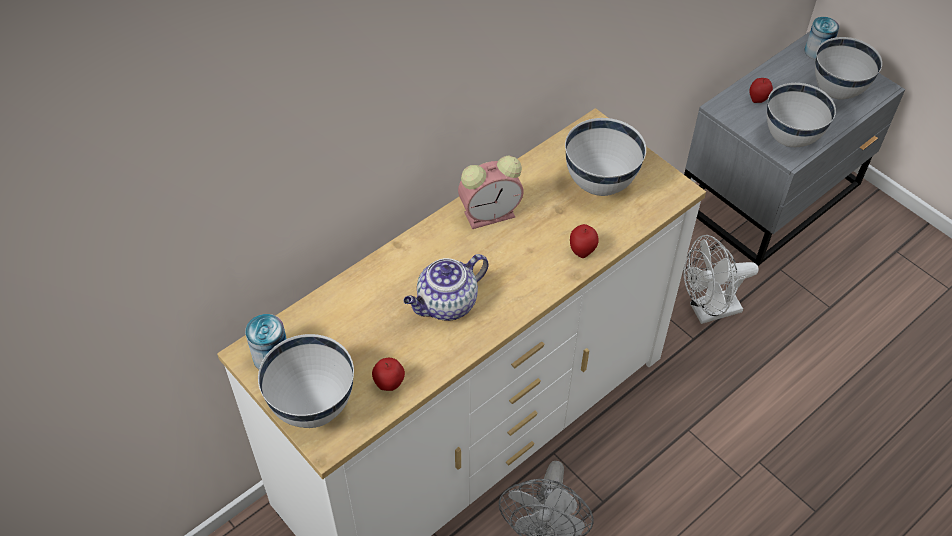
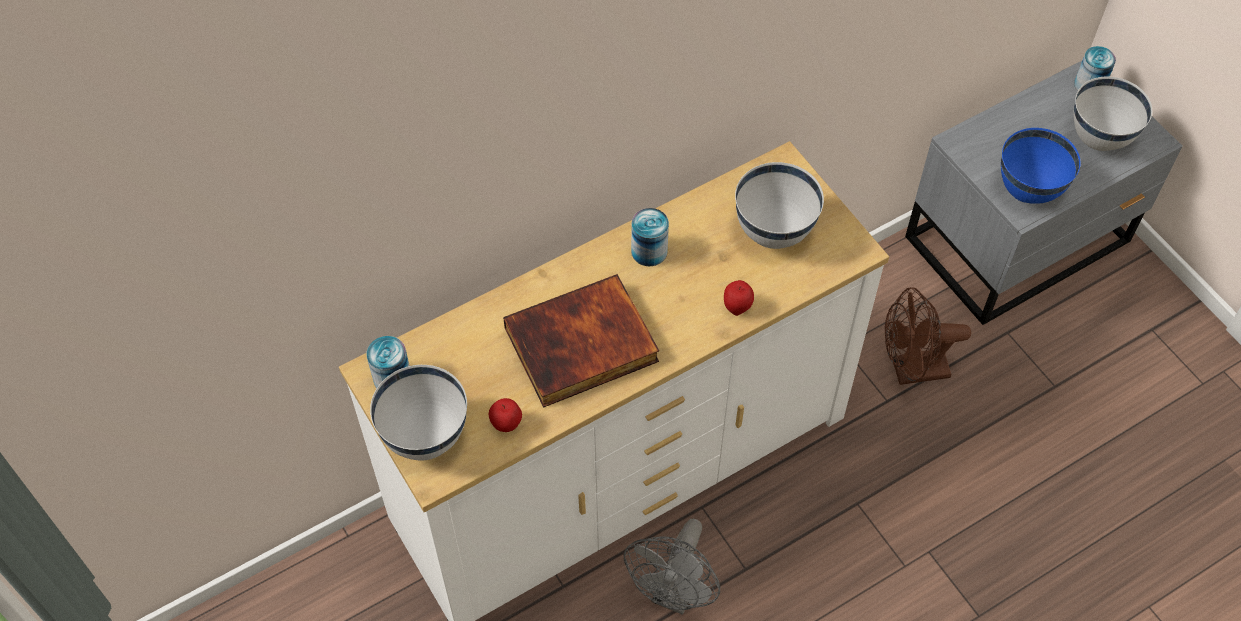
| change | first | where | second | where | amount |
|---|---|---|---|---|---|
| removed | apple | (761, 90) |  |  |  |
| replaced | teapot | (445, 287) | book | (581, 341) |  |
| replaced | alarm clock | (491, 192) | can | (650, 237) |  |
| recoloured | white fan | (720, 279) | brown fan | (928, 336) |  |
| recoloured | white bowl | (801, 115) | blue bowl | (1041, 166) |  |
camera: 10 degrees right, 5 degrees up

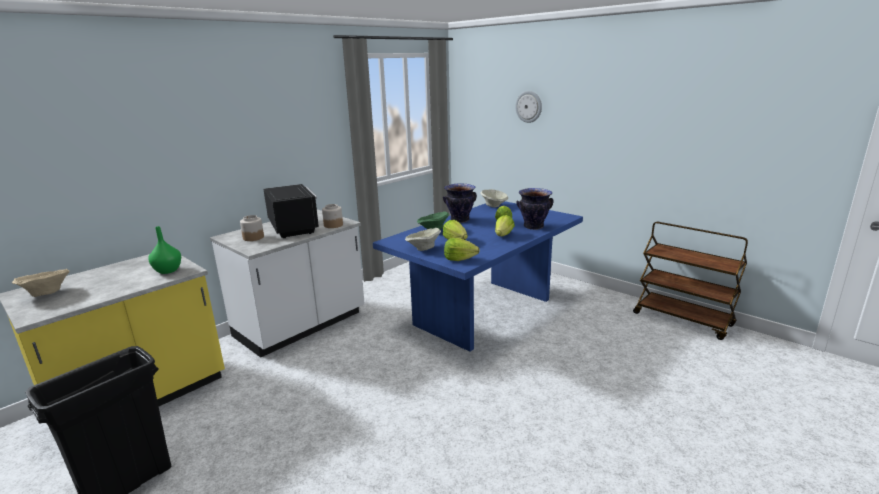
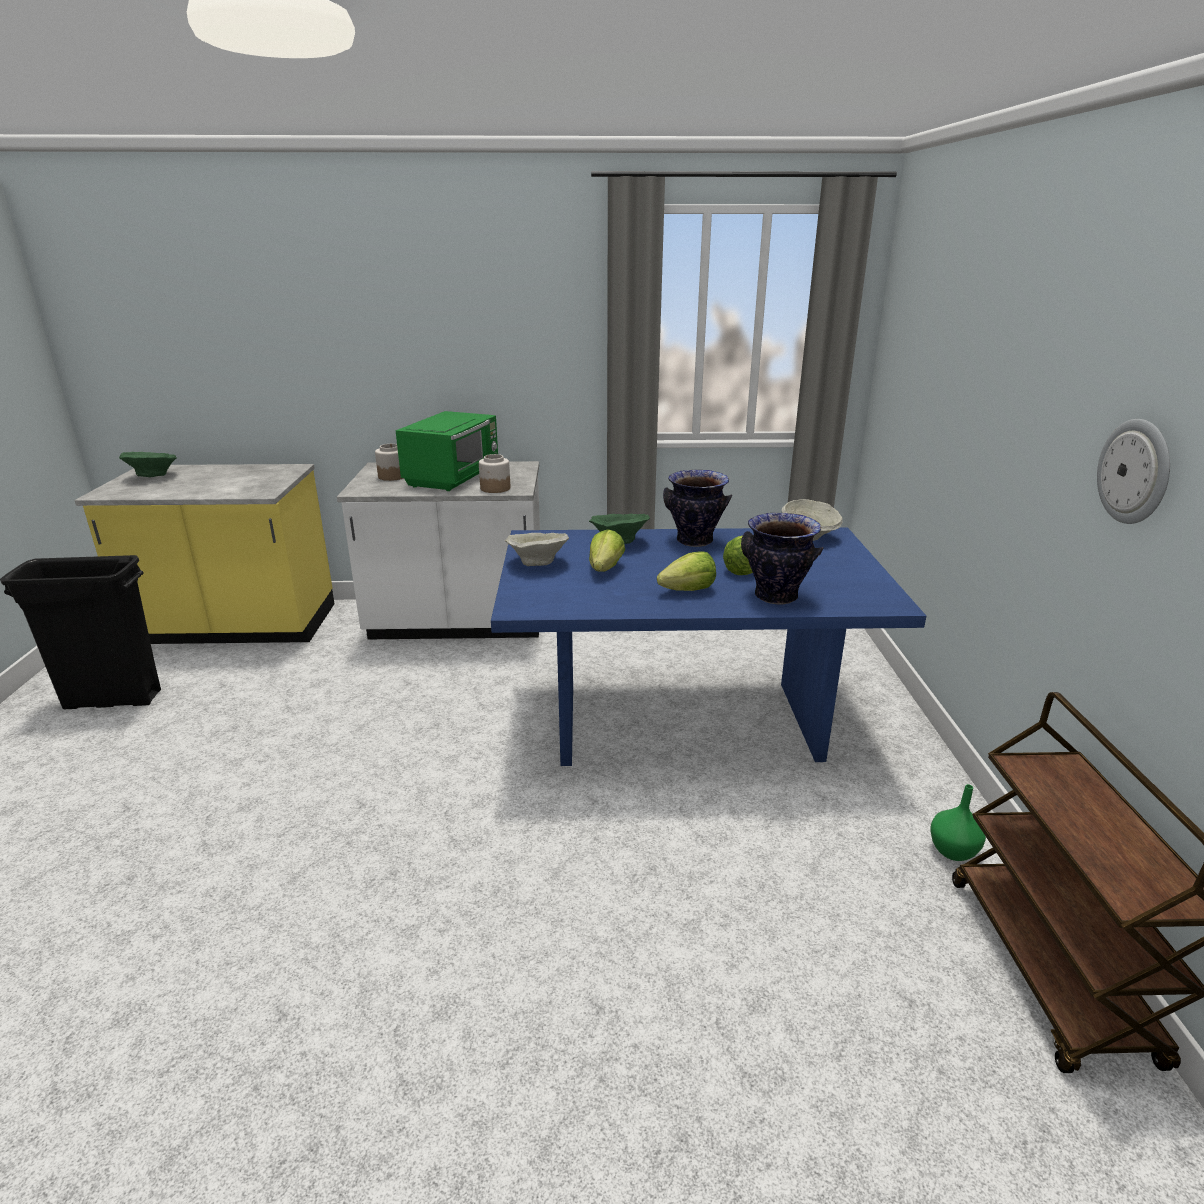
| change | first | where | second | where | amount |
|---|---|---|---|---|---|
| removed | lettuce | (462, 249) |  |  |  |
| moved | green vase | (165, 250) |  | (958, 822) |  |
| moved | wall clock | (528, 107) |  | (1133, 471) |  |
| recoloured | beige bowl | (41, 283) | green bowl | (148, 464) |  |
| recoloured | black microwave | (291, 211) | green microwave | (446, 451) |  |
camera: 45 degrees right, 5 degrees up

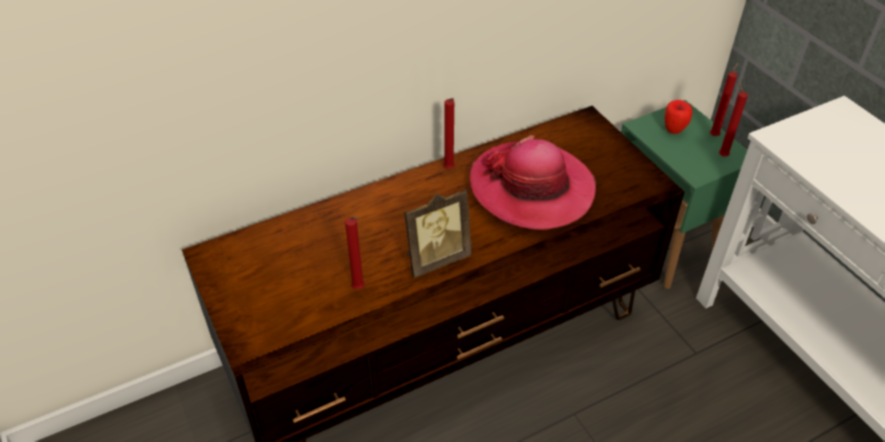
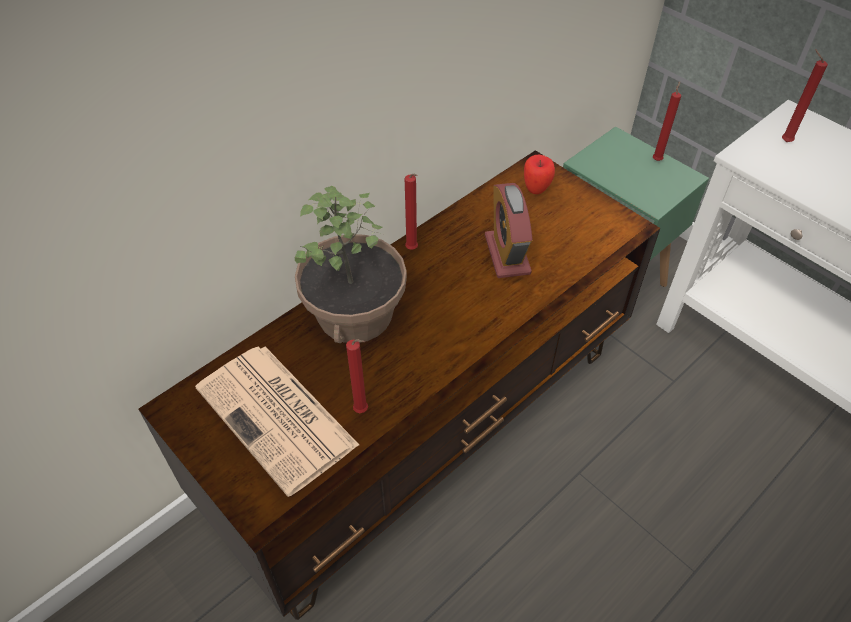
| change | first | where | second | where | amount |
|---|---|---|---|---|---|
| removed | picture frame | (438, 233) |  |  |  |
| added |  |  | newspaper | (277, 421) |  |
| added |  |  | potted plant | (351, 264) |  |
| moved | apple | (678, 117) |  | (539, 174) |  |
| moved | red candle | (733, 119) |  | (805, 95) |  |
| replaced | hat | (533, 182) | alarm clock | (509, 230) |  |
camera: 15 degrees left, 5 degrees up

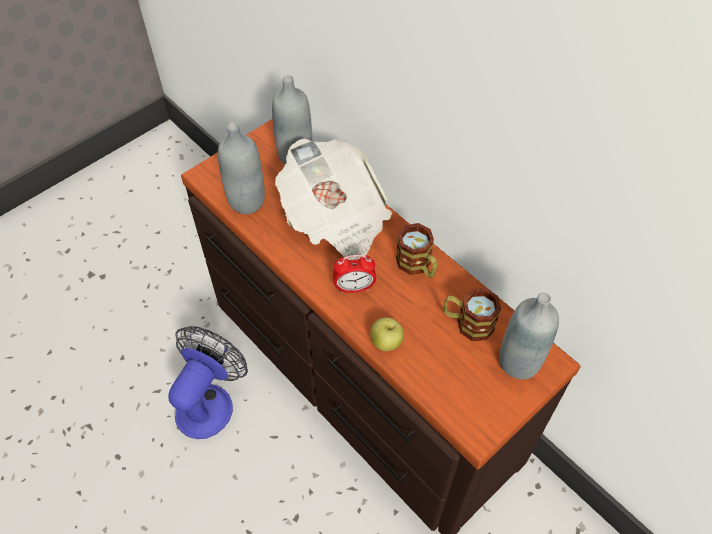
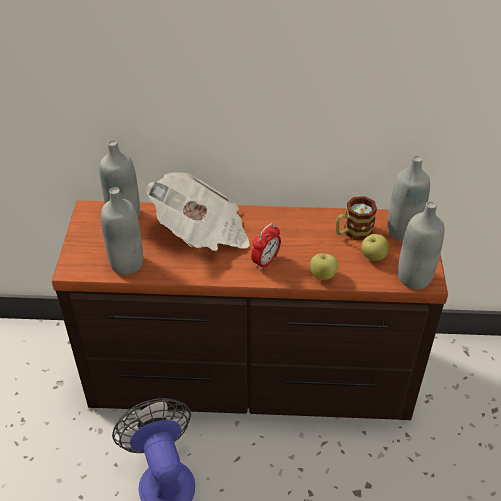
| change | first | where | second | where | amount |
|---|---|---|---|---|---|
| removed | mug | (417, 250) |  |  |  |
| added |  |  | apple | (375, 247) |  |
| added |  |  | grey bottle | (421, 245) |  |
camera: 45 degrees left, 10 degrees down

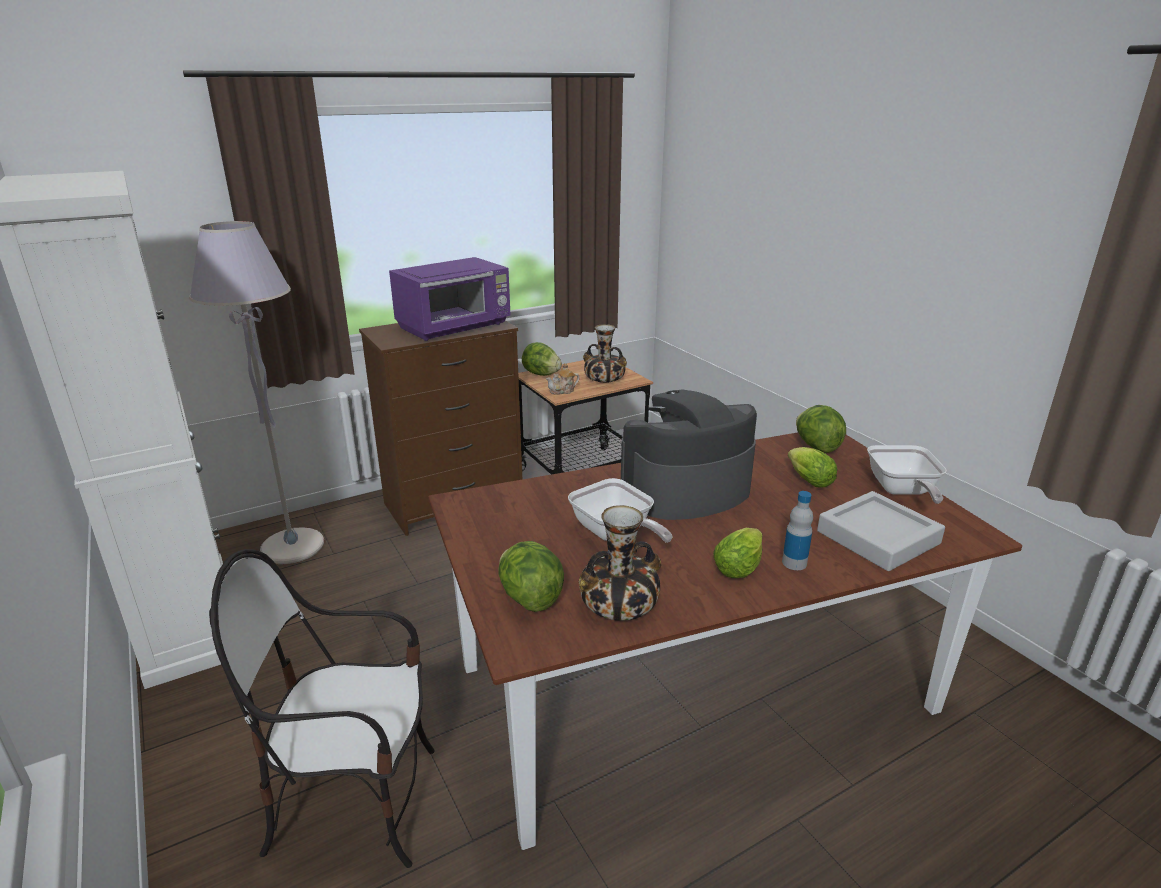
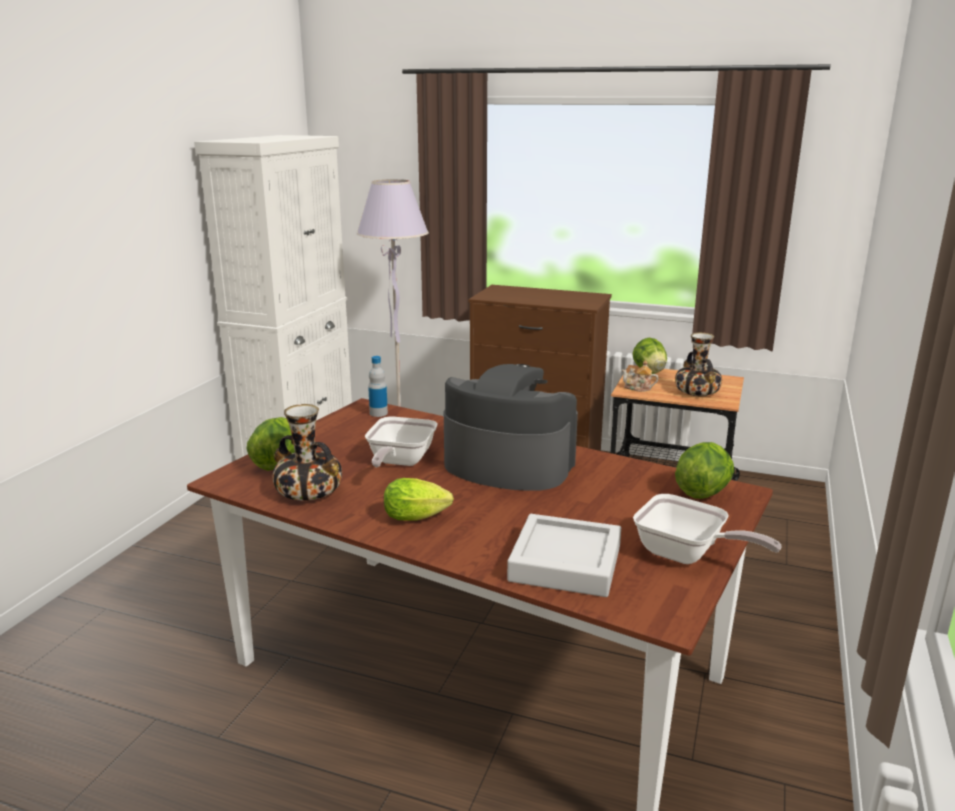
| change | first | where | second | where | amount |
|---|---|---|---|---|---|
| removed | chair | (322, 708) |  |  |  |
| removed | purple microwave | (449, 299) |  |  |  |
| removed | lettuce | (812, 467) |  |  |  |
| moved | bottle | (797, 530) |  | (378, 386) |  |
| turned | frying pan | (907, 474) |  | (707, 529) | 105 degrees counterclockwise |
camera: 50 degrees right, 5 degrees down

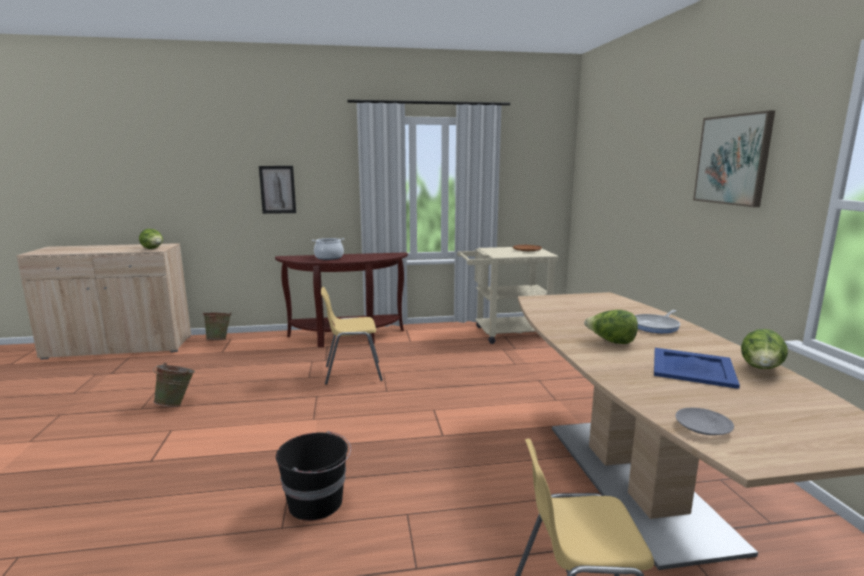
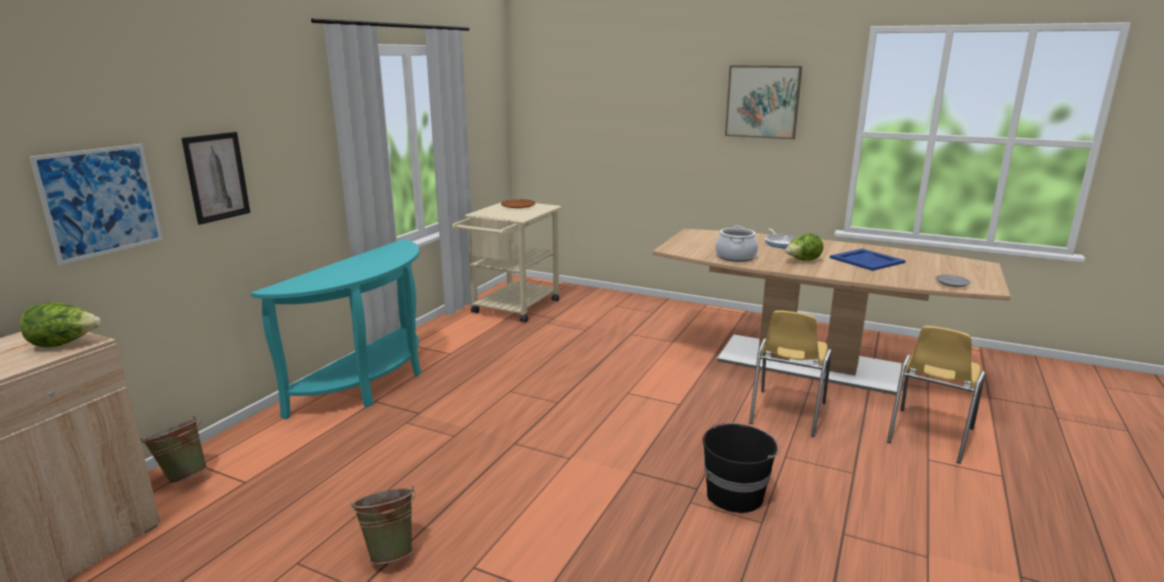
| change | first | where | second | where | amount |
|---|---|---|---|---|---|
| removed | lettuce | (764, 349) |  |  |  |
| added |  |  | picture | (96, 204) |  |
| moved | cooking pot | (328, 249) |  | (736, 244) |  |
| moved | yellow chair | (352, 336) |  | (790, 373) |  |
| recoloured | brown console table | (341, 299) | turquoise console table | (336, 329) |  |
camera: 55 degrees left, 5 degrees up

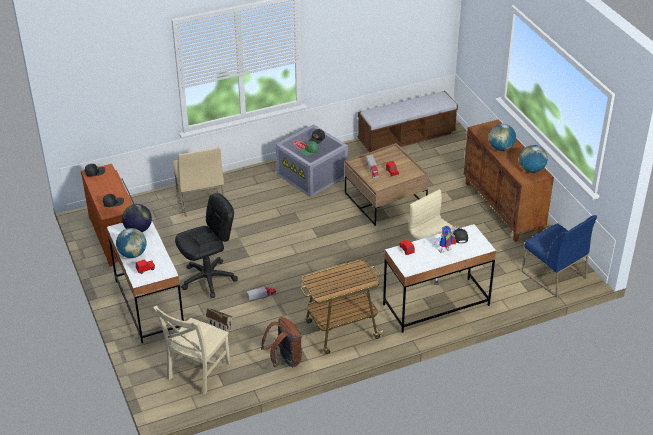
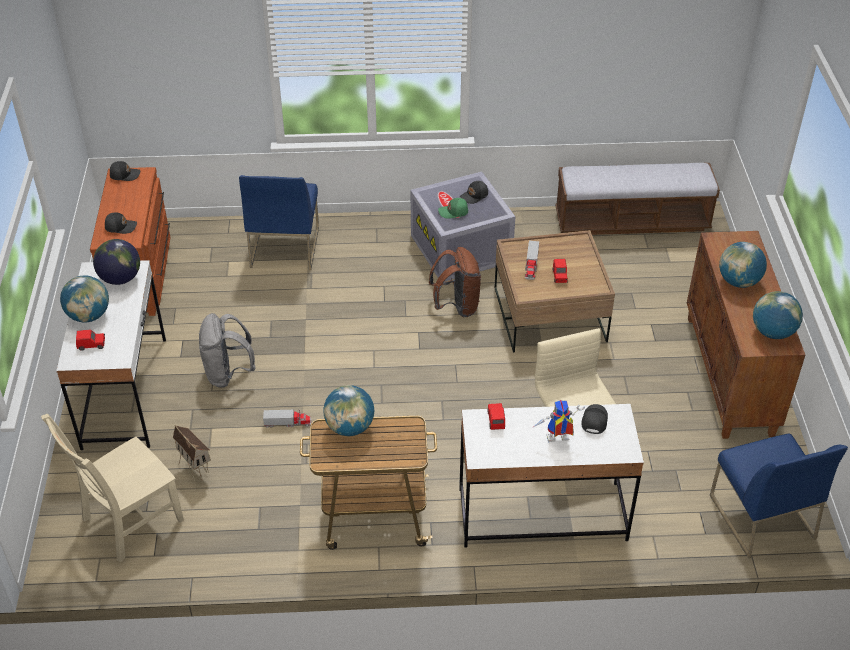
| change | first | where | second | where | amount |
|---|---|---|---|---|---|
| added |  |  | globe | (348, 410) |  |
| moved | brown backpack | (281, 342) |  | (455, 282) |  |
| replaced | black office chair | (206, 245) | grey backpack | (227, 350) |  |
| recoloured | beige chair | (198, 182) | blue chair | (279, 222) |  |
camera: 20 degrees right, 5 degrees up

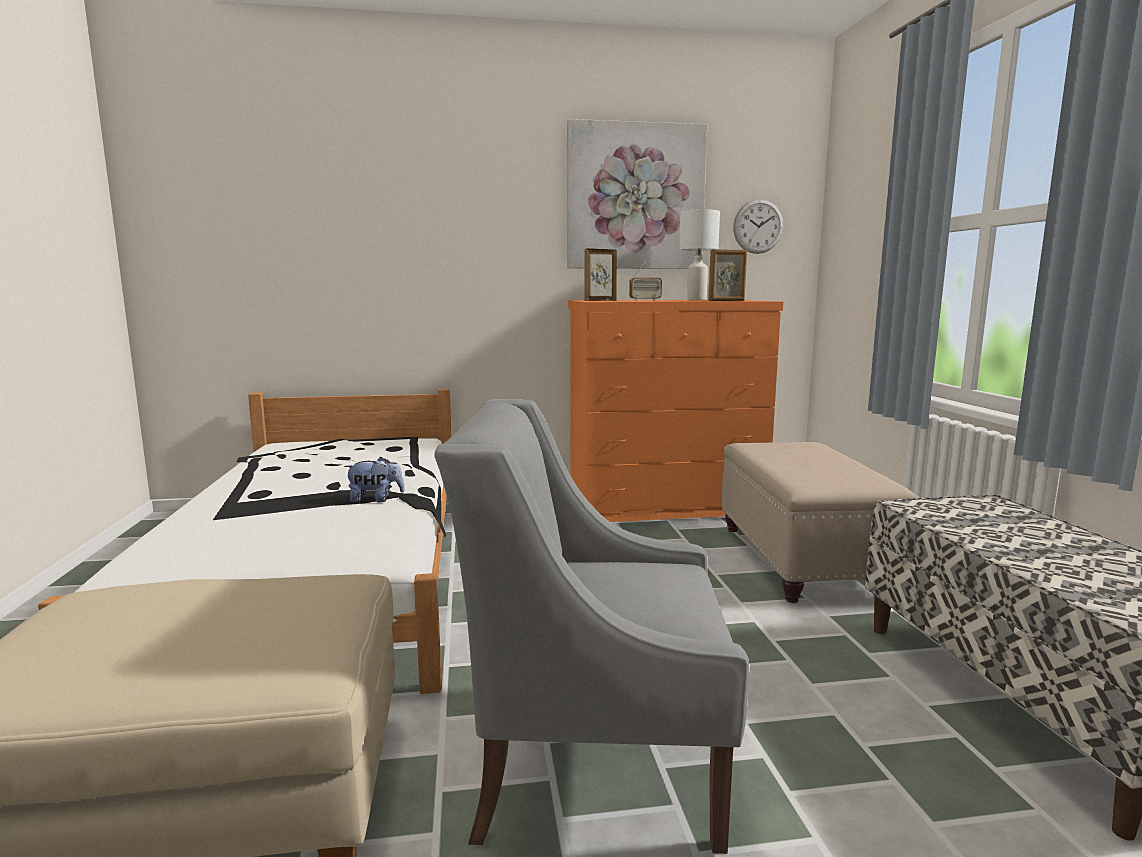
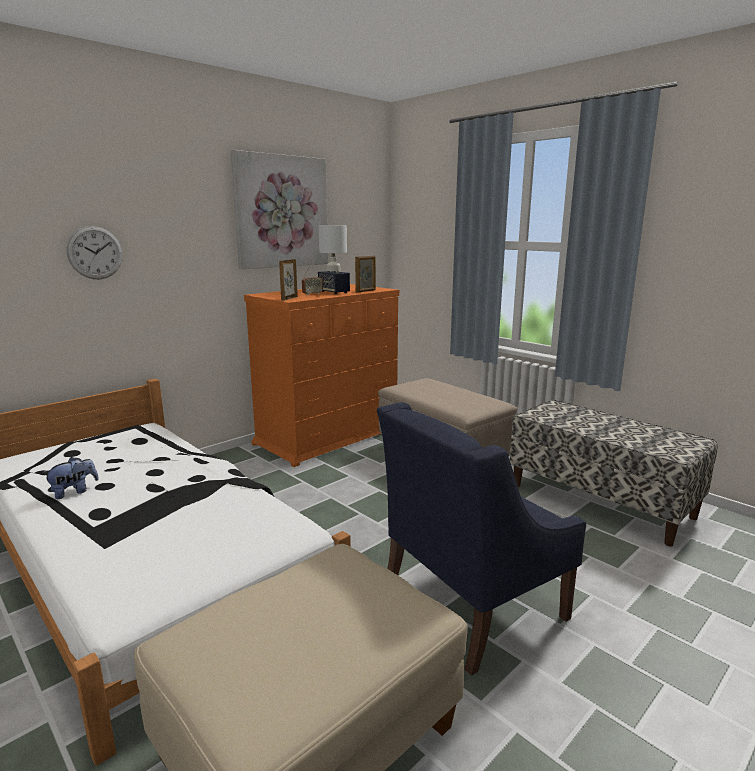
| change | first | where | second | where | amount |
|---|---|---|---|---|---|
| added |  |  | speaker | (334, 282) |  |
| moved | plush toy | (374, 479) |  | (70, 478) |  |
| moved | wall clock | (758, 226) |  | (95, 253) |  |
| recoloured | grey armchair | (591, 626) | blue armchair | (481, 539) |  |
camera: 35 degrees left, 5 degrees up

